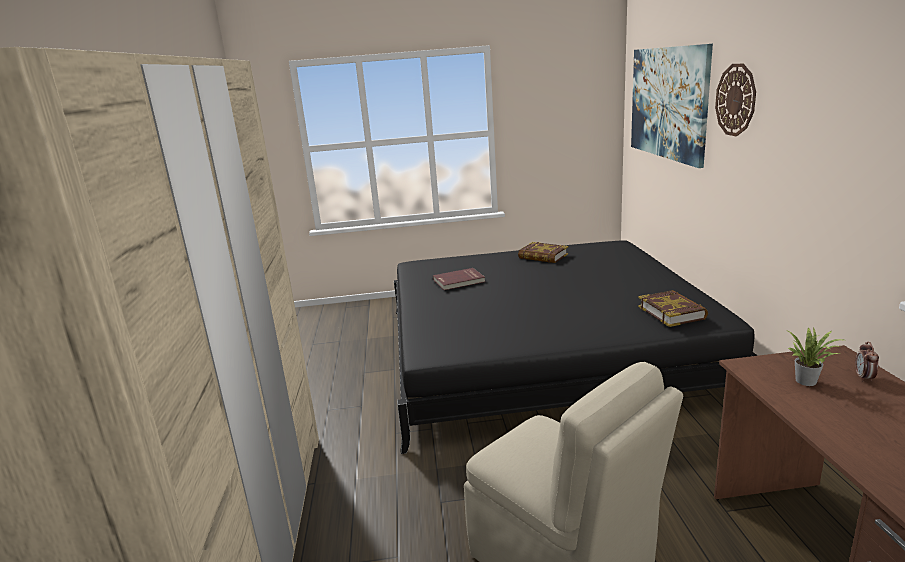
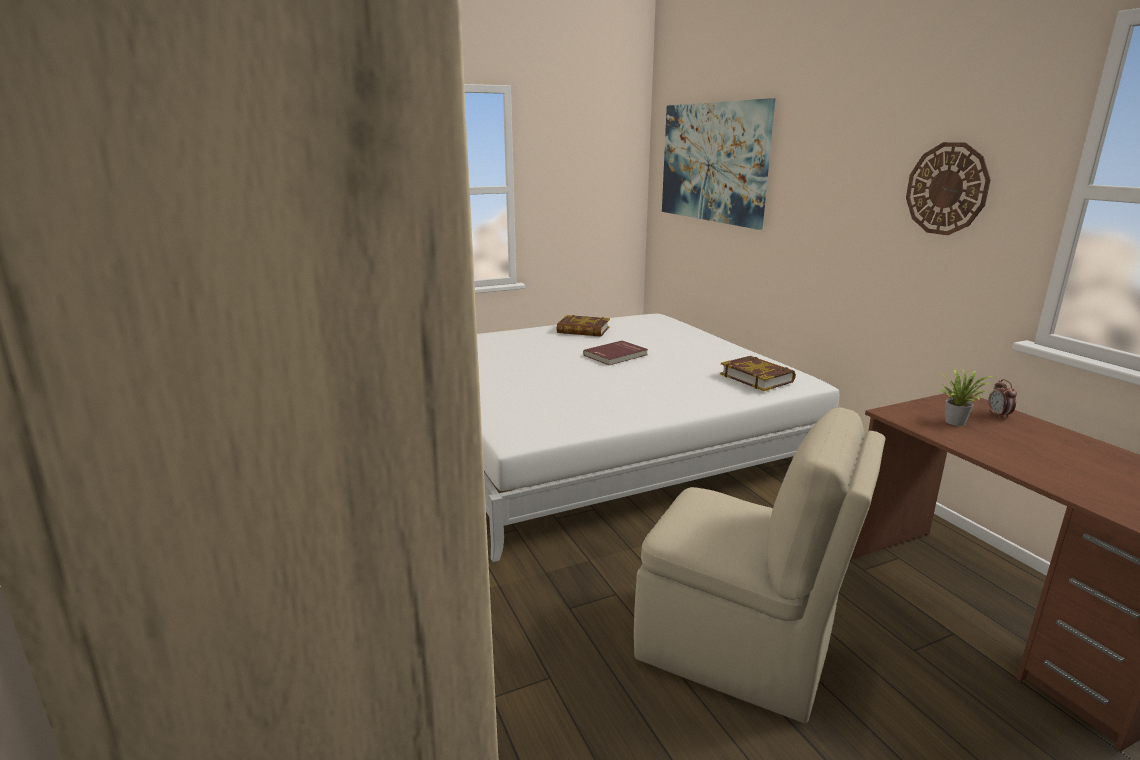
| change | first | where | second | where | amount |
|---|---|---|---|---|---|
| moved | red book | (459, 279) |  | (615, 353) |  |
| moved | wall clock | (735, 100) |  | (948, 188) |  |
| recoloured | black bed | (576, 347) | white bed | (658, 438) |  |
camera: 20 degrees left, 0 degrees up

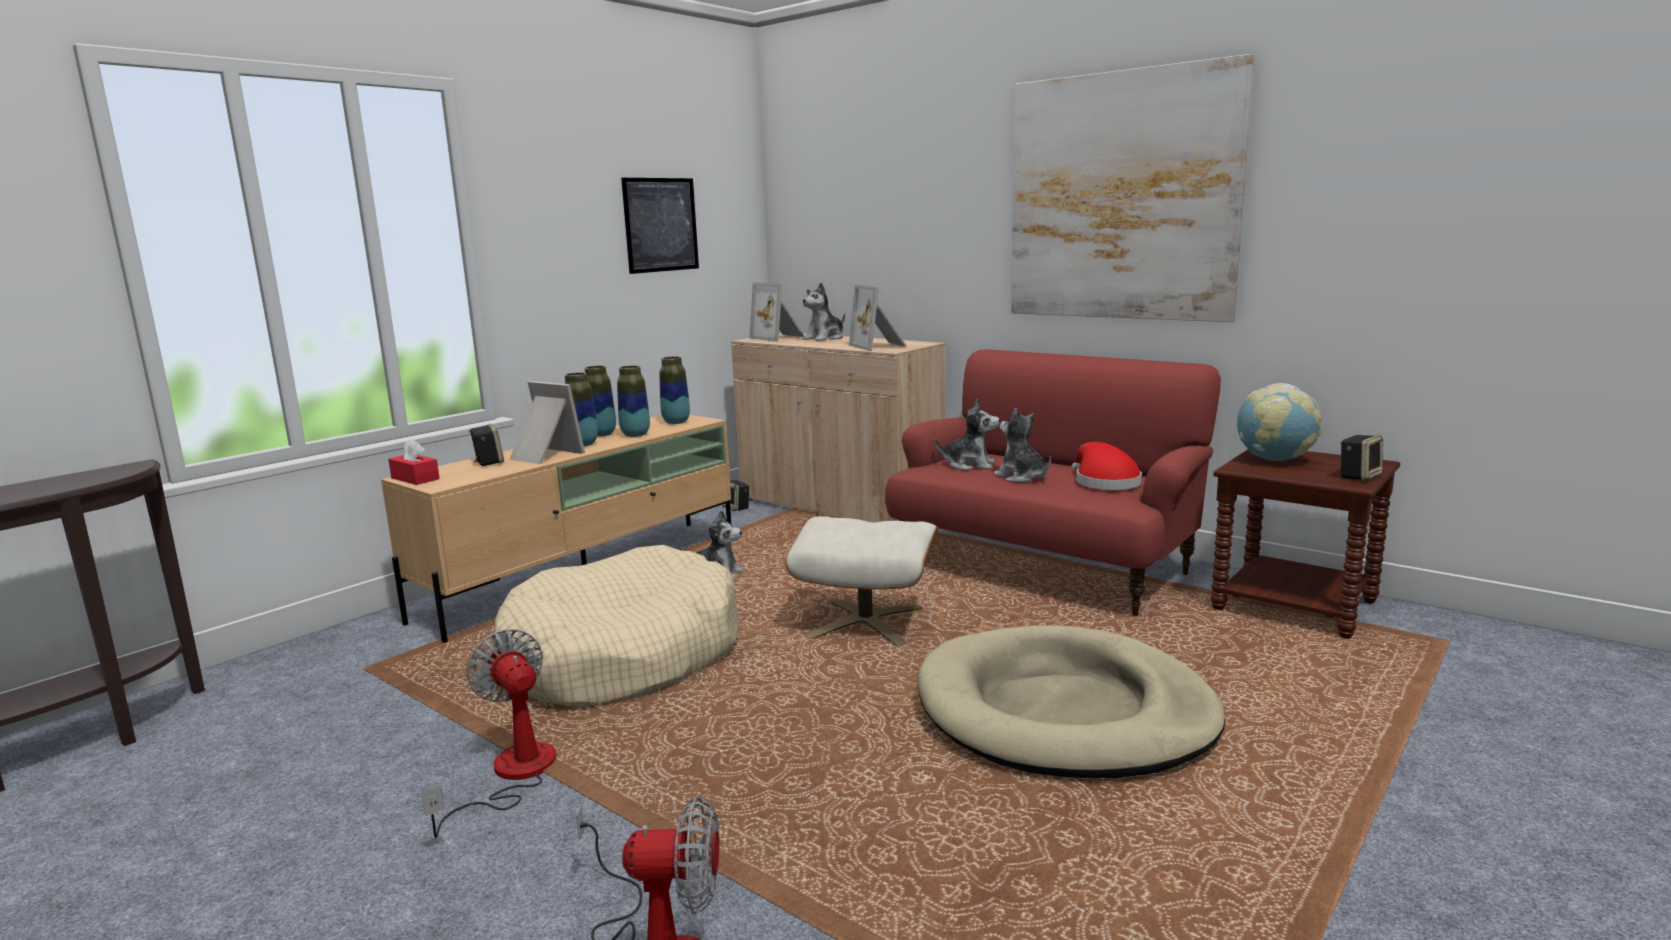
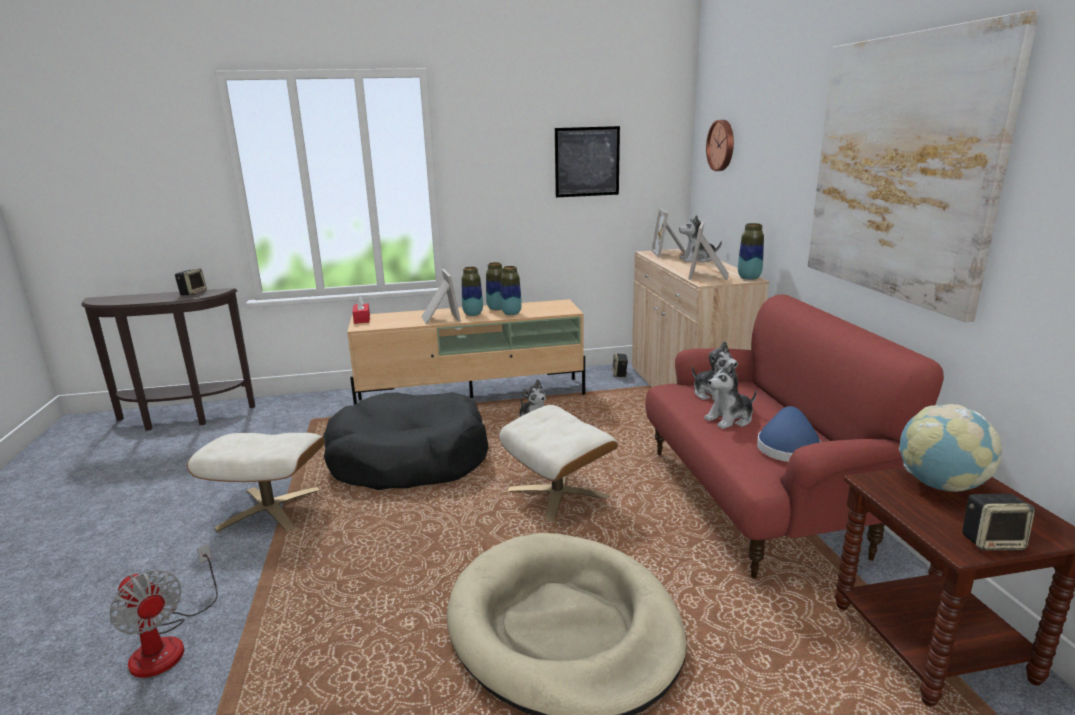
| change | first | where | second | where | amount |
|---|---|---|---|---|---|
| added |  |  | wall clock | (720, 145) |  |
| moved | speaker | (486, 445) |  | (191, 282) |  |
| moved | vase | (675, 390) |  | (751, 251) |  |
| replaced | fan | (488, 733) | beige ottoman | (256, 482) |  |
| recoloured | beige dog bed | (616, 626) | black dog bed | (406, 441) |  |
| recoloured | red hat | (1107, 466) | blue hat | (789, 434) |  |
| turned | plush toy | (1022, 445) |  | (730, 396) | 120 degrees counterclockwise |
camera: 40 degrees right, 5 degrees up

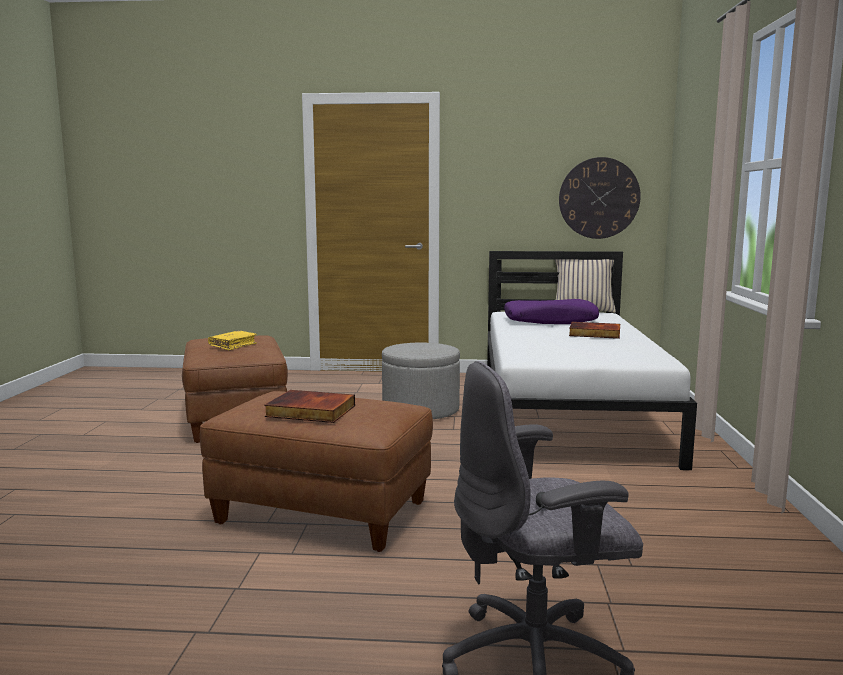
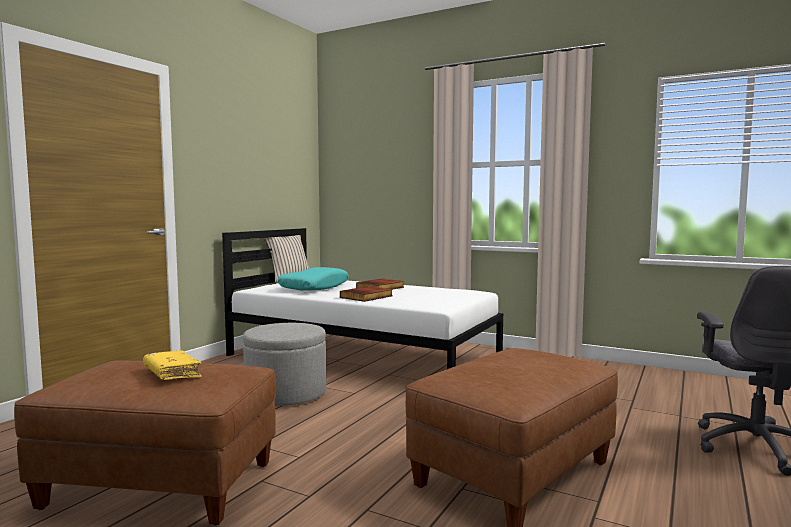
| change | first | where | second | where | amount |
|---|---|---|---|---|---|
| removed | wall clock | (600, 198) |  |  |  |
| moved | book | (309, 406) |  | (366, 294) |  |
| recoloured | purple pillow | (551, 311) | turquoise pillow | (313, 278) |  |
camera: 65 degrees left, 5 degrees down

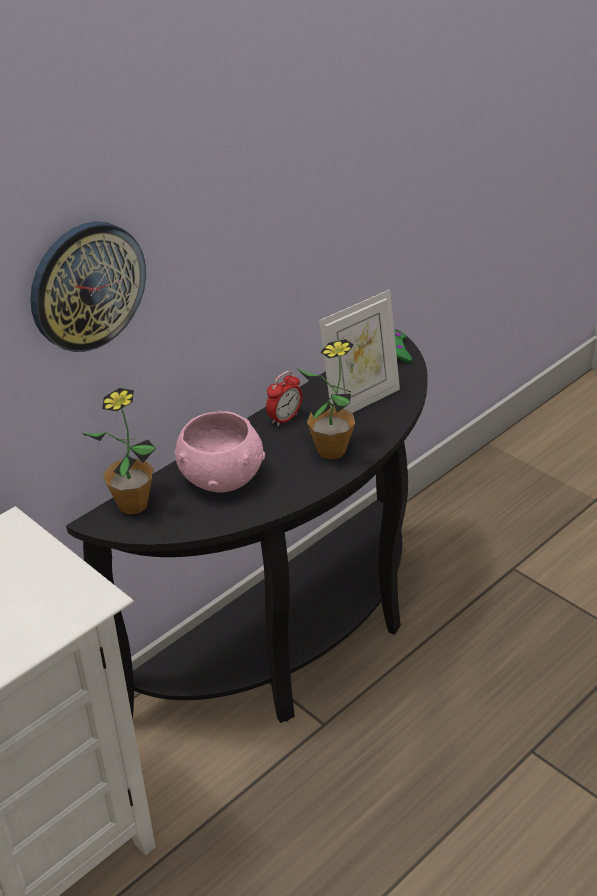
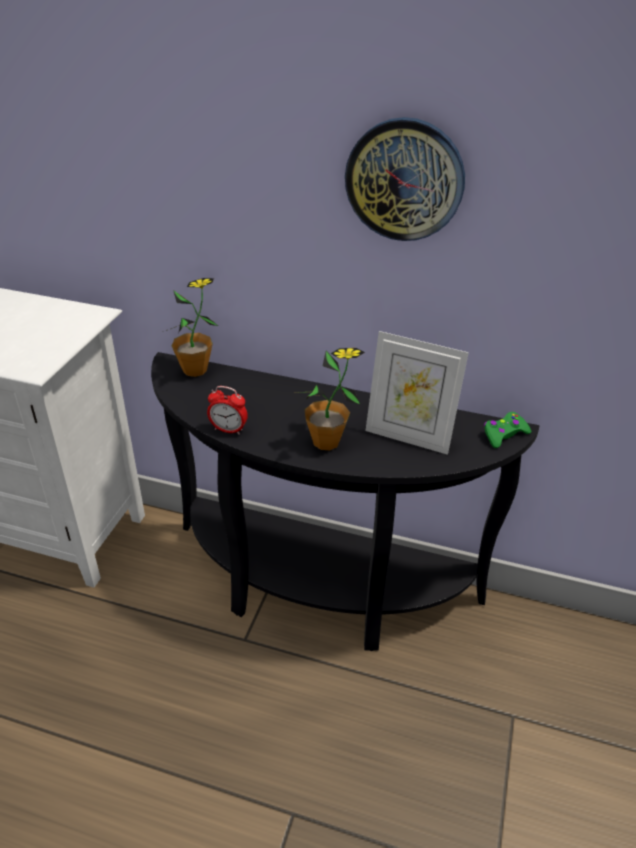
| change | first | where | second | where | amount |
|---|---|---|---|---|---|
| removed | pink bowl | (220, 451) |  |  |  |
| moved | wall clock | (88, 286) |  | (405, 179) |  |
| moved | alarm clock | (284, 399) |  | (227, 410) |  |
camera: 60 degrees right, 0 degrees up

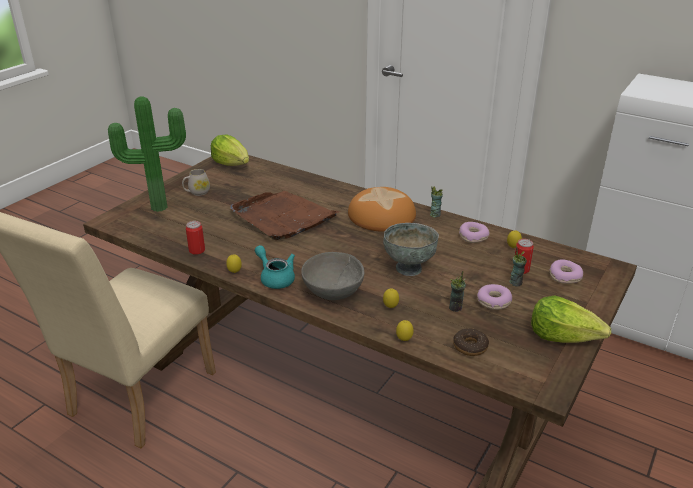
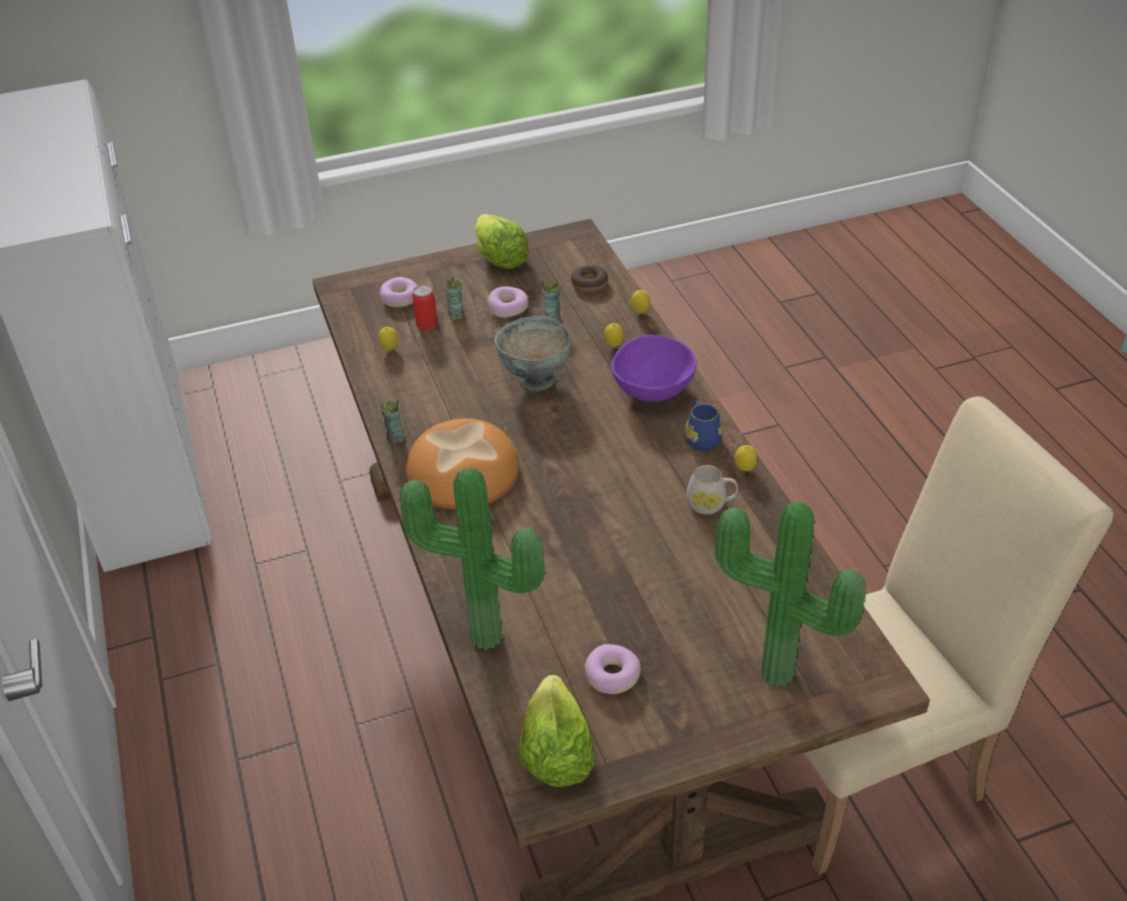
| change | first | where | second | where | amount |
|---|---|---|---|---|---|
| removed | can | (195, 238) |  |  |  |
| removed | brown tray | (285, 215) |  |  |  |
| added |  |  | potted plant | (472, 559) |  |
| moved | white mug | (196, 182) |  | (712, 490) |  |
| moved | donut | (474, 232) |  | (612, 669) |  |
| replaced | turquoise teapot | (275, 267) | blue mug | (704, 426) |  |
| recoloured | grey bowl | (333, 276) | purple bowl | (654, 368) |  |
camera: 140 degrees left, 10 degrees up

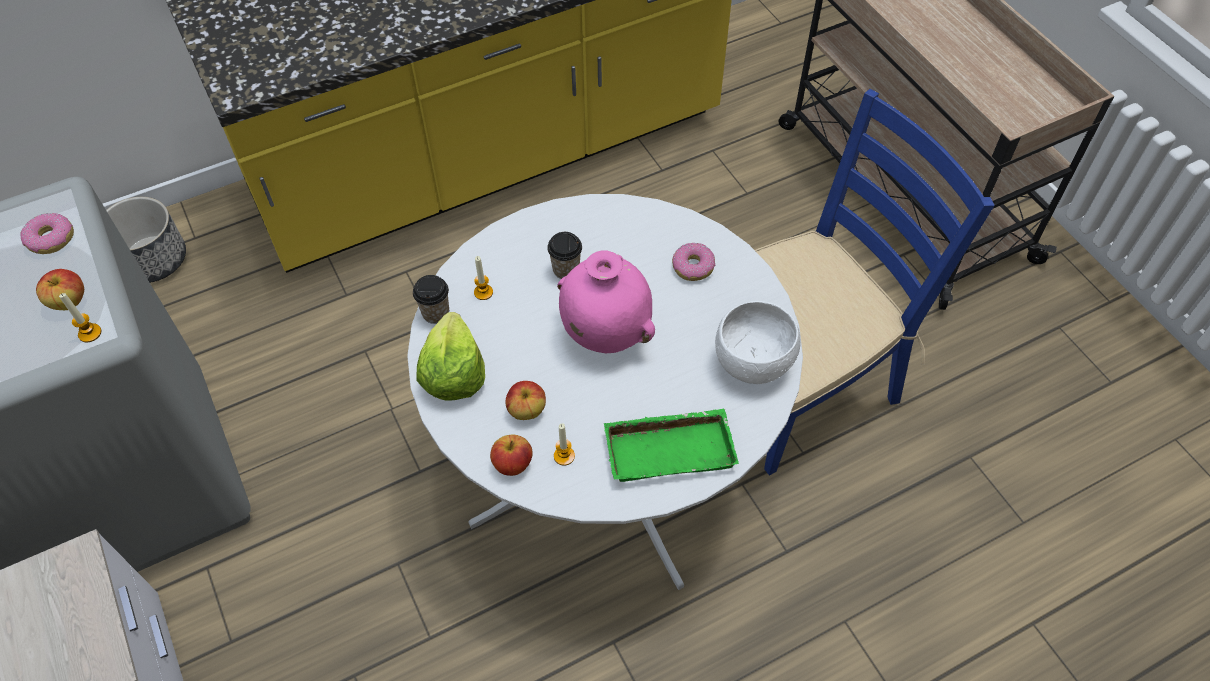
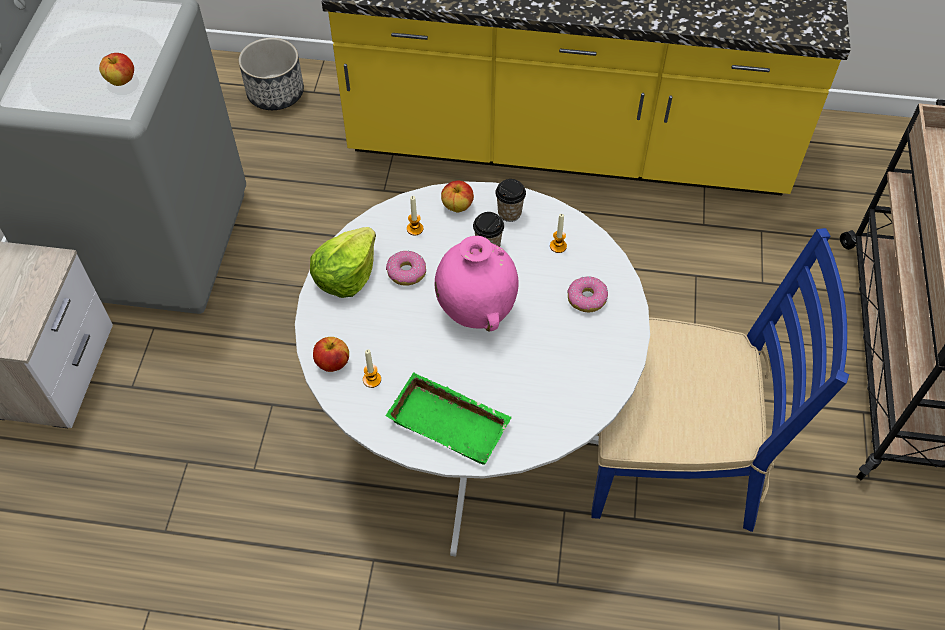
| change | first | where | second | where | amount |
|---|---|---|---|---|---|
| removed | white bowl | (758, 342) |  |  |  |
| moved | donut | (47, 233) |  | (406, 268) |  |
| moved | candle | (80, 317) |  | (558, 233) |  |
| moved | cup | (431, 299) |  | (510, 200) |  |
| moved | apple | (526, 400) |  | (457, 196) |  |
camera: 35 degrees right, 0 degrees up

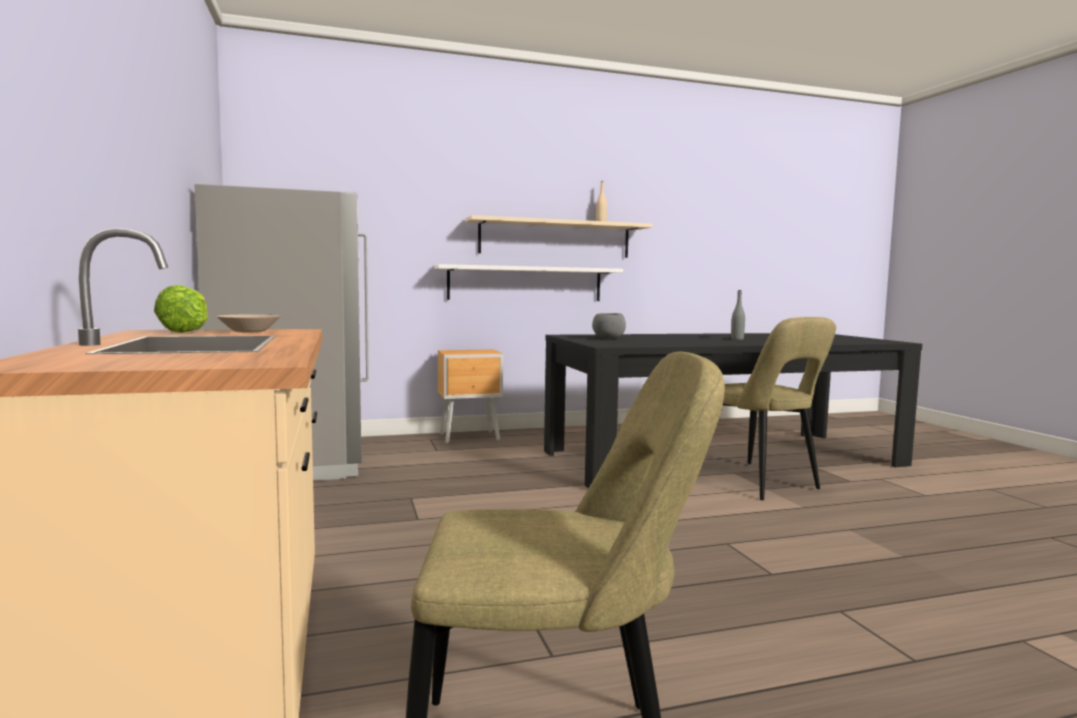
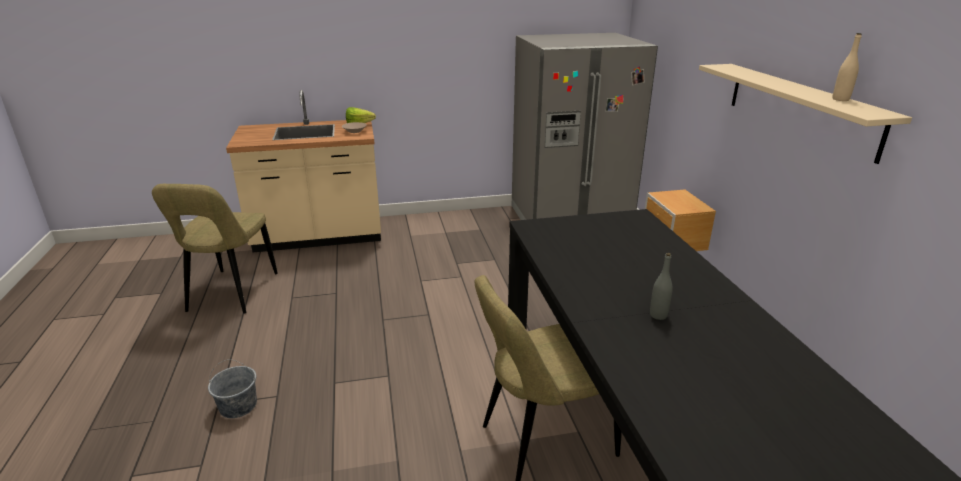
| change | first | where | second | where | amount |
|---|---|---|---|---|---|
| removed | white shelf | (528, 282) |  |  |  |
| removed | grey bowl | (609, 326) |  |  |  |
| added |  |  | grey bucket | (232, 388) |  |
camera: 95 degrees right, 20 degrees up

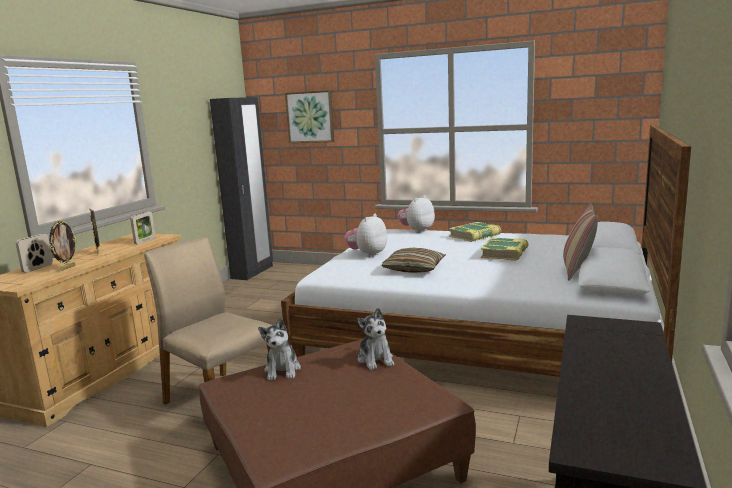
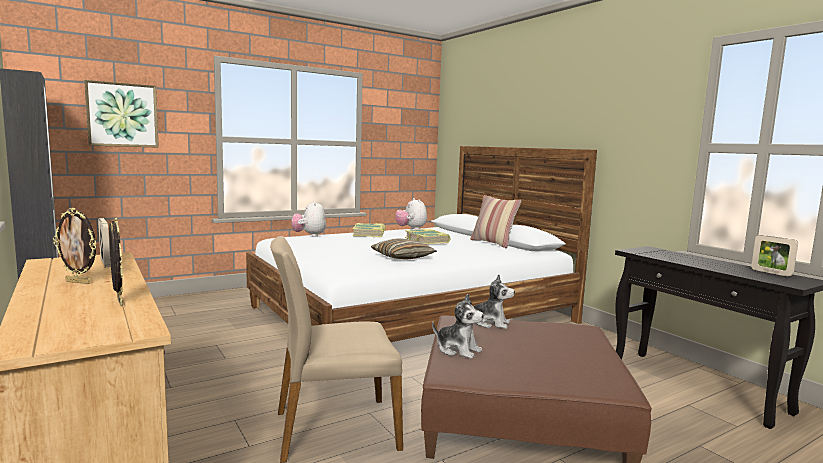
| change | first | where | second | where | amount |
|---|---|---|---|---|---|
| moved | picture frame | (34, 253) |  | (774, 256) |  |
| moved | plush toy | (365, 235) |  | (411, 214) |  |
camera: 55 degrees left, 5 degrees down

